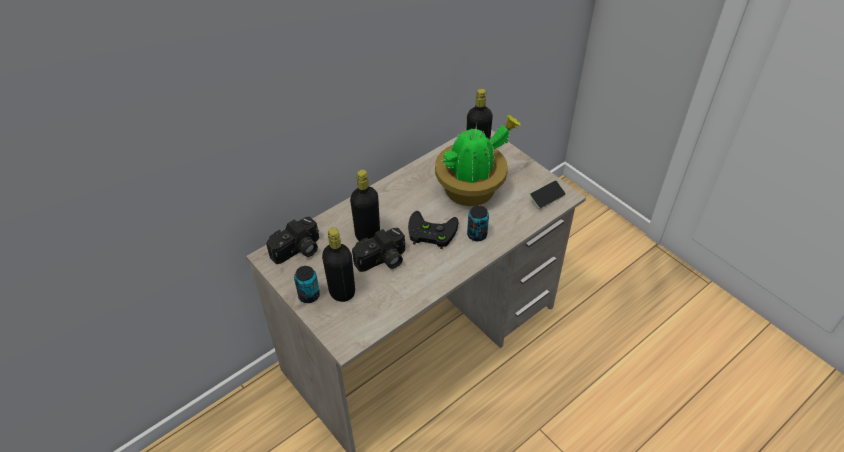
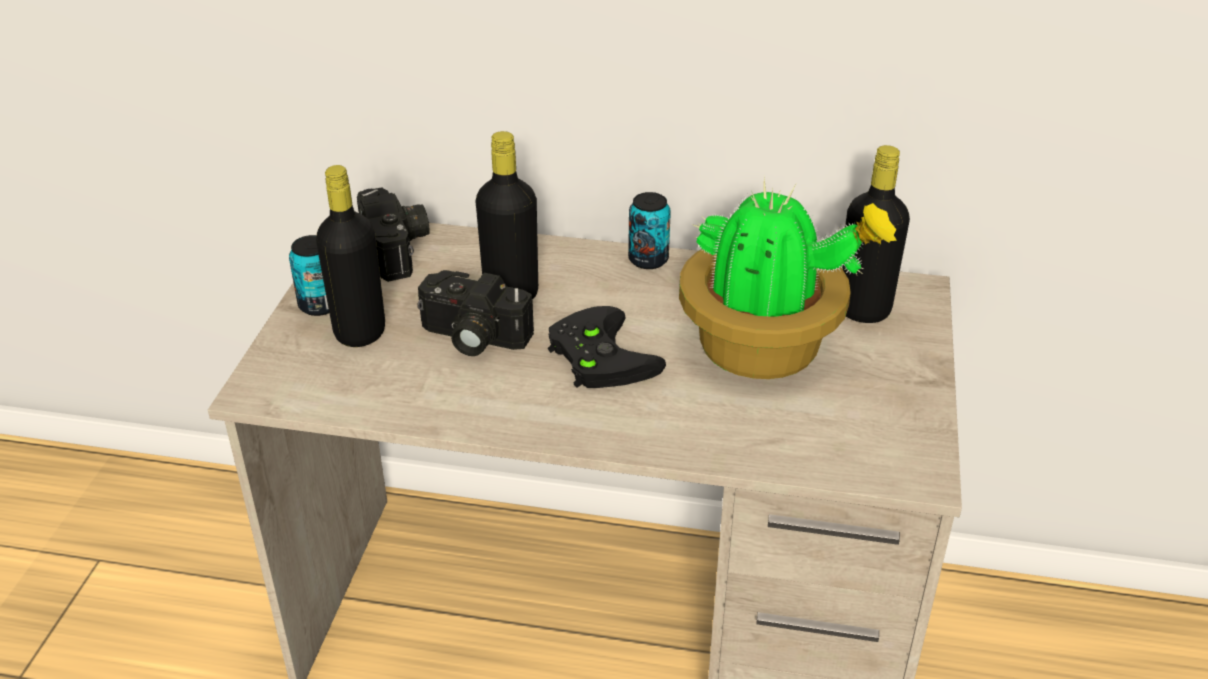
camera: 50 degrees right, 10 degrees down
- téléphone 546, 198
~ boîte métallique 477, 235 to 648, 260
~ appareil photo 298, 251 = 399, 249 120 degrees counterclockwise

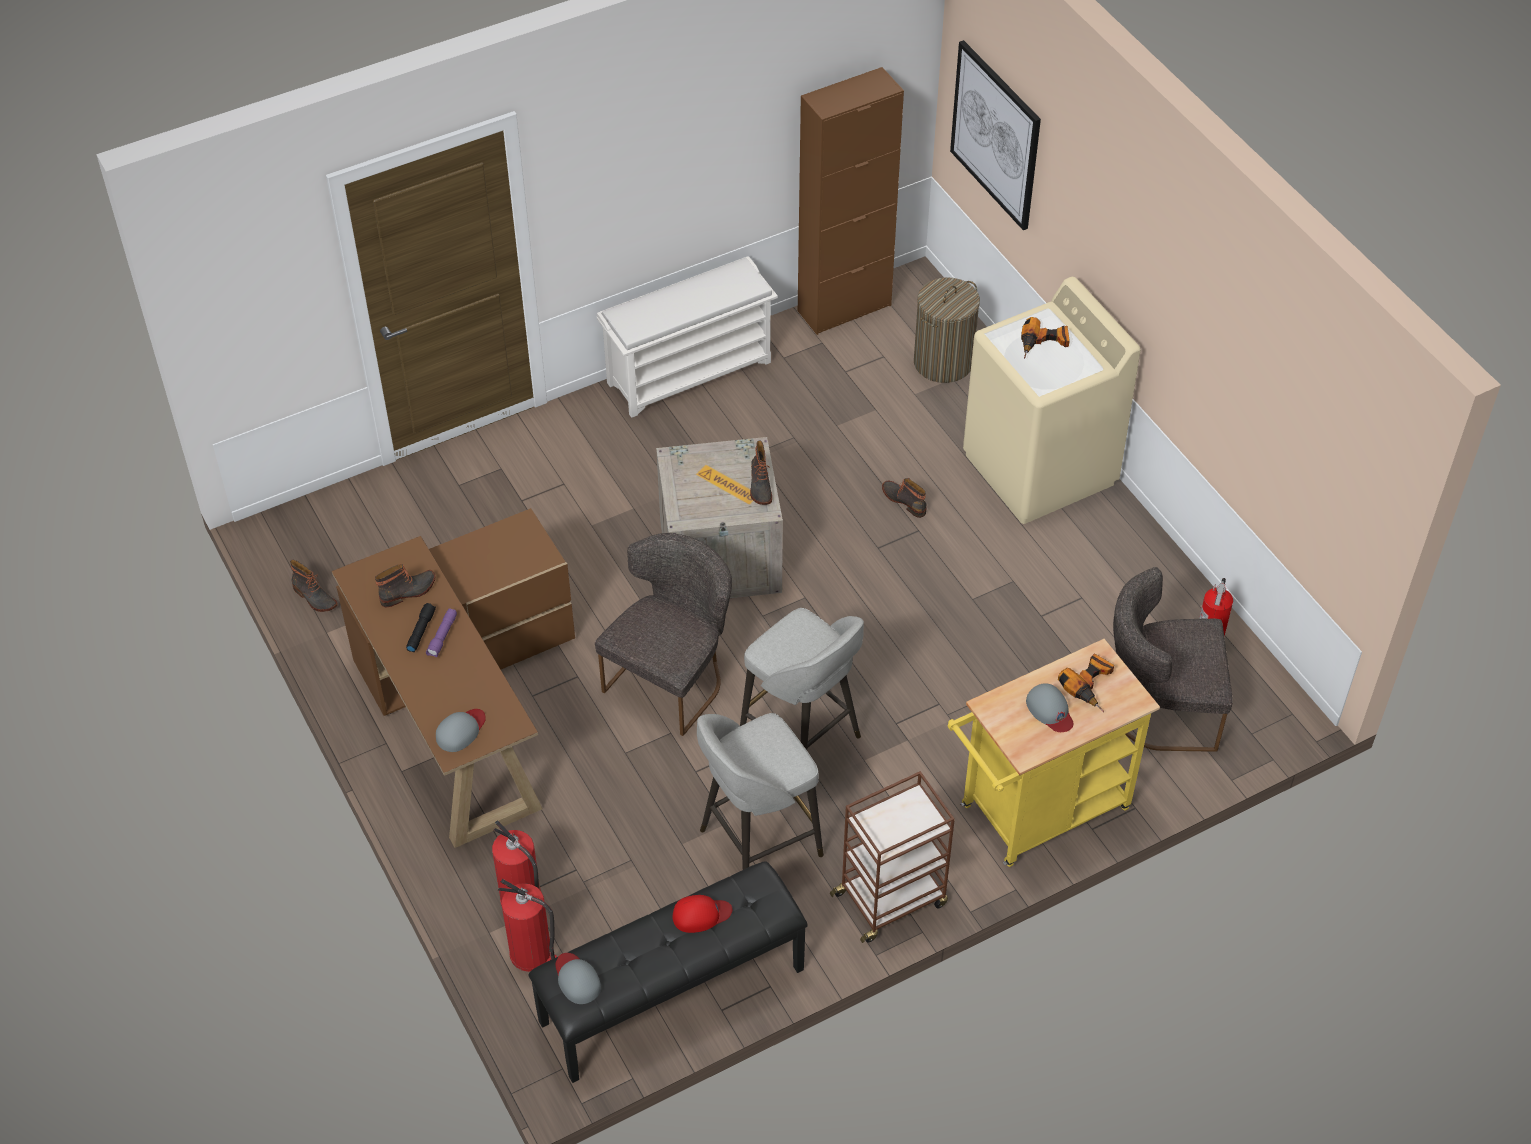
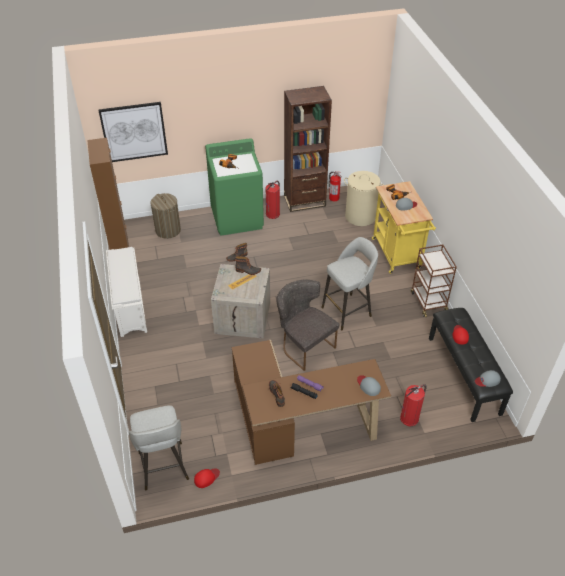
camera: 75 degrees left, 5 degrees down
~ lave-linge [beige] 1040, 469 to lave-linge [vert] 237, 218
~ botte 314, 598 to casquette [rouge] 206, 478
~ chaise [gris] 1158, 710 to panier à linge [beige] 360, 216
~ tabouret [gris] 757, 844 to 163, 467
~ extincteur 532, 954 to 273, 214
+ bibliothèque [marron] 304, 201

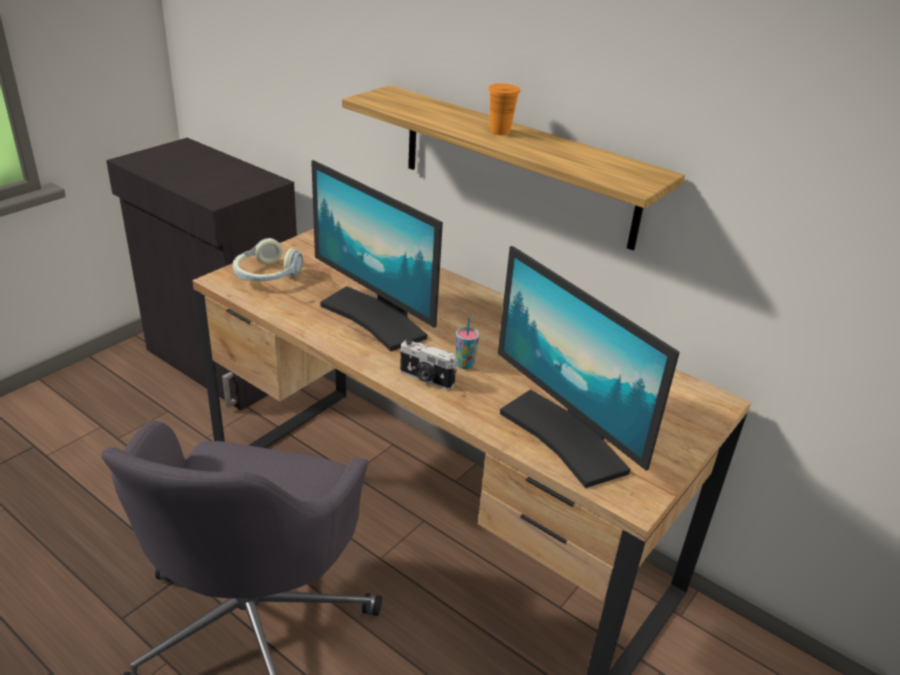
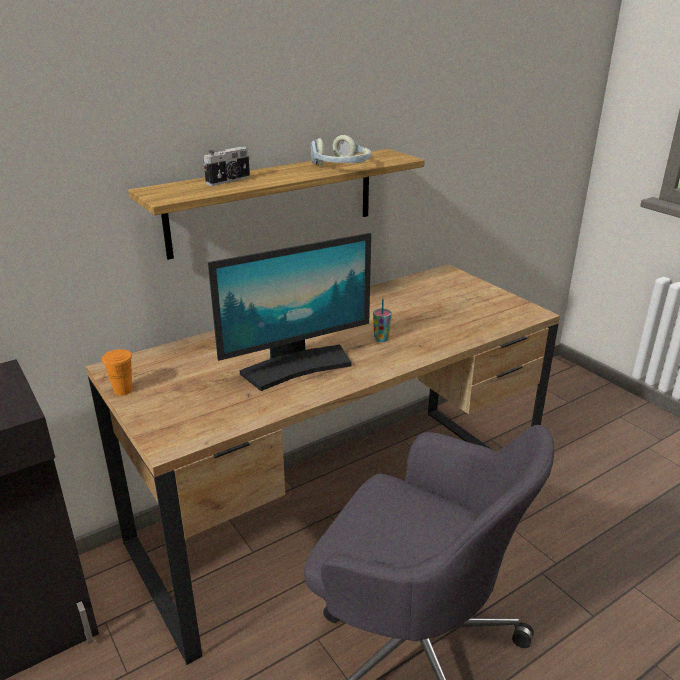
camera: 70 degrees left, 5 degrees down
~ tasse [orange] 500, 131 to 123, 390
~ casque audio 266, 276 to 341, 166
- écran d'ordinateur 564, 437
~ appareil photo 426, 379 to 229, 181

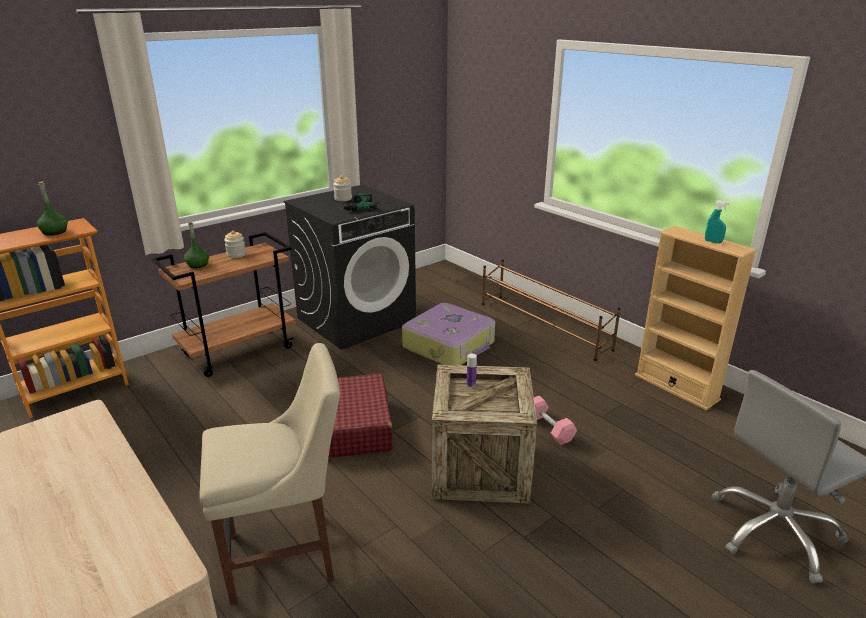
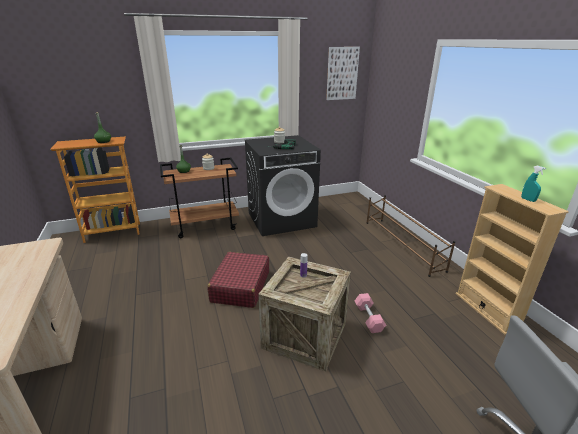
camera: 20 degrees right, 0 degrees up
- valise 450, 345
- chaise [beige] 287, 555
+ tableau 342, 73

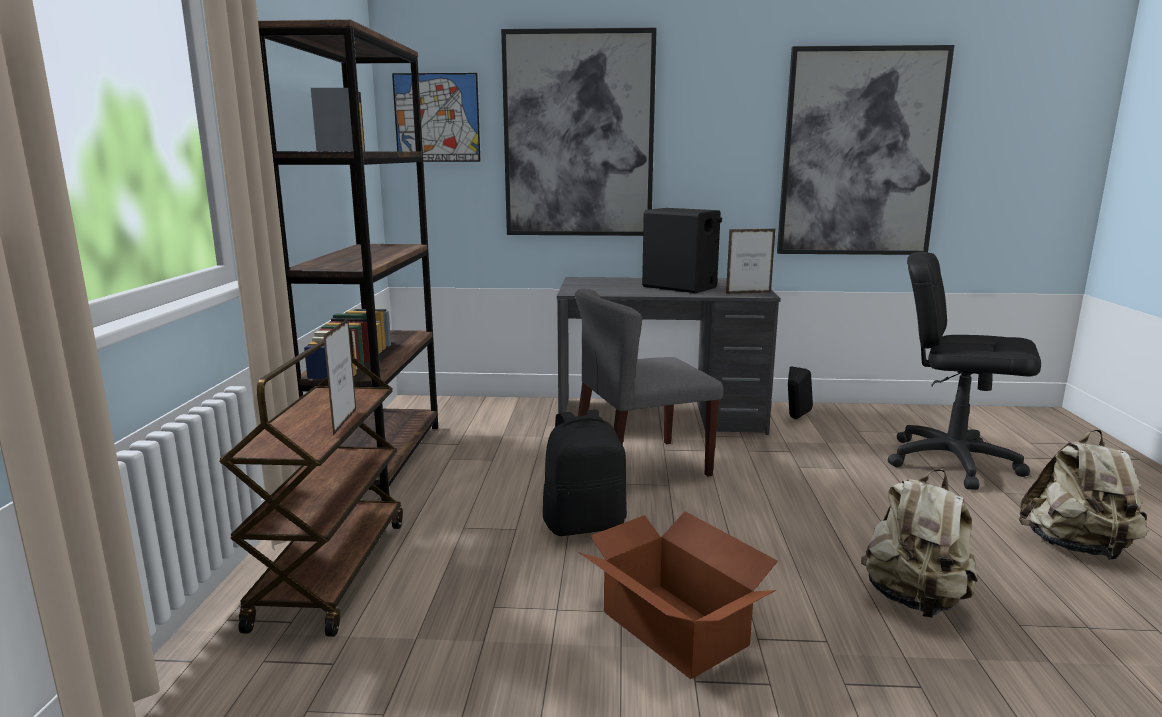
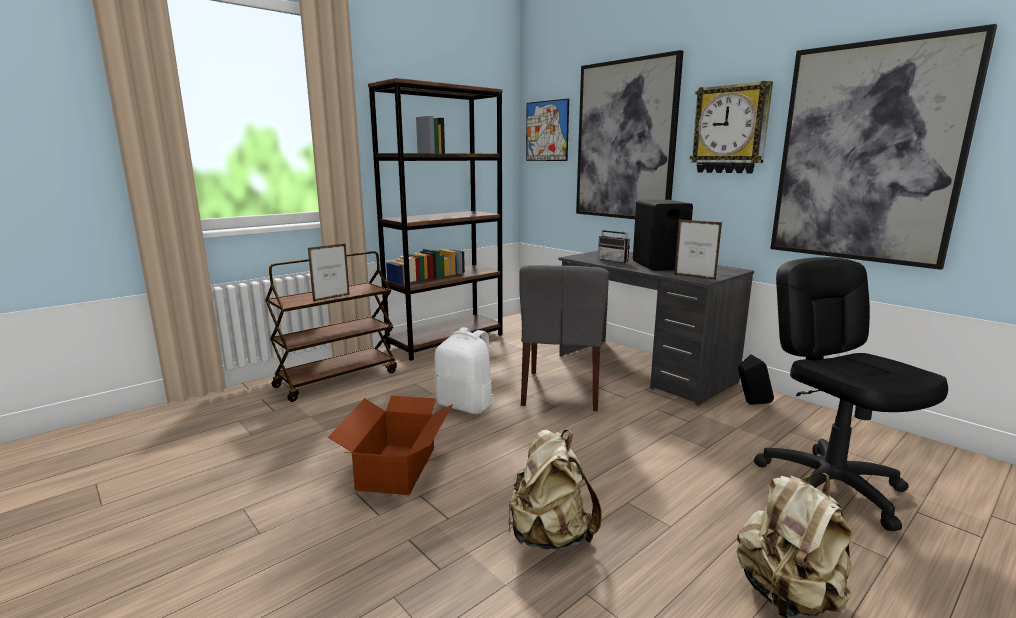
camera: 45 degrees right, 0 degrees up
~ chaise [gris] 640, 466 = 562, 390 105 degrees counterclockwise
~ sac à dos [noir] 585, 524 to sac à dos [blanc] 466, 405
+ horloge murale 730, 129
+ radio 615, 260

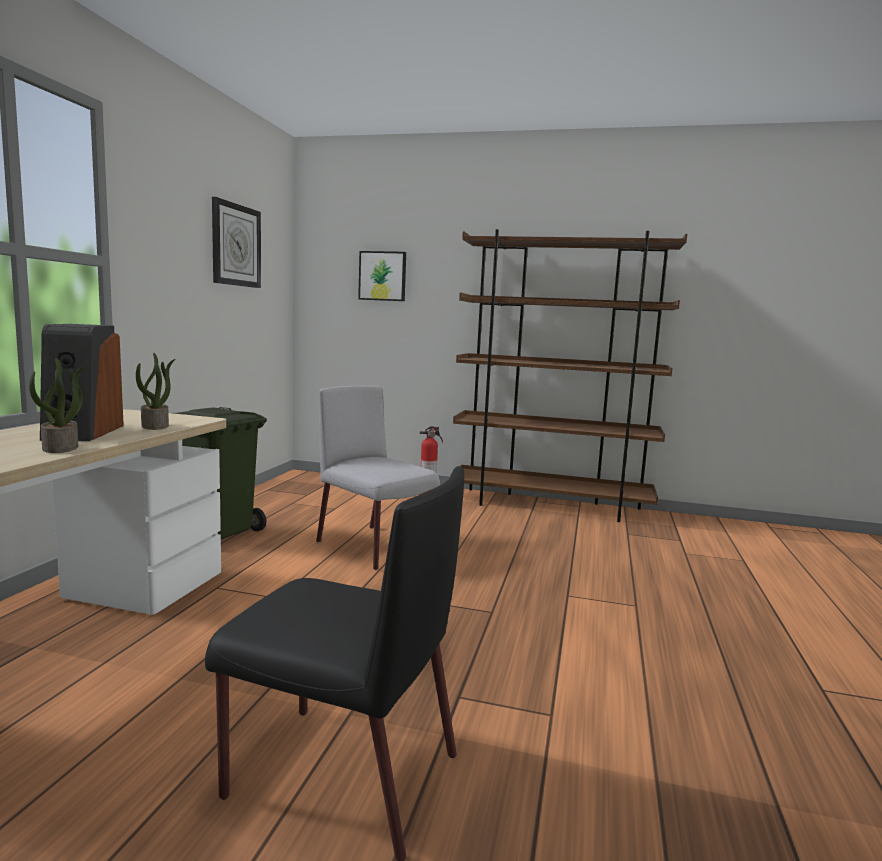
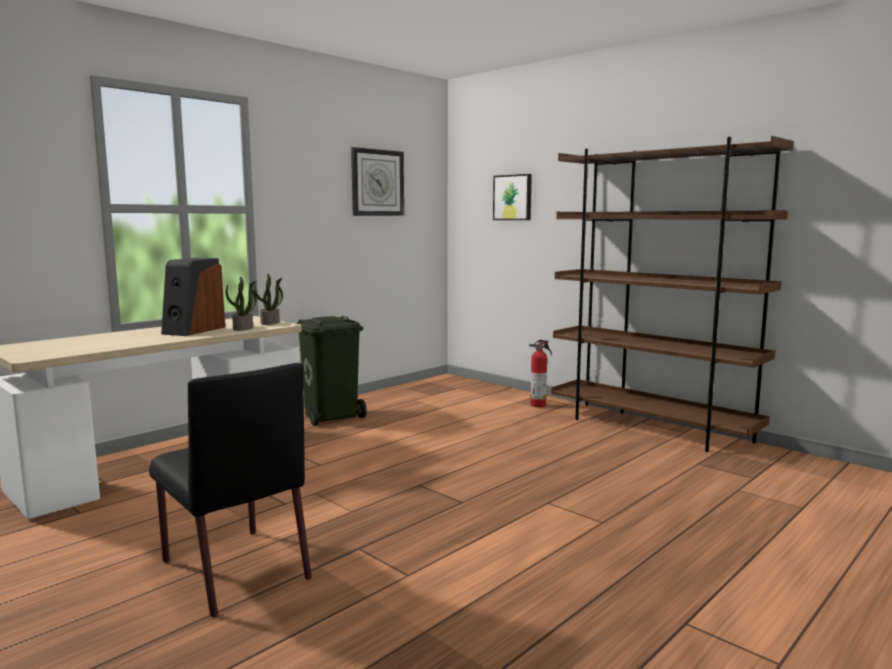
camera: 30 degrees right, 0 degrees up
~ plante en pot 61, 448 to 270, 323
- chaise [gris] 375, 547

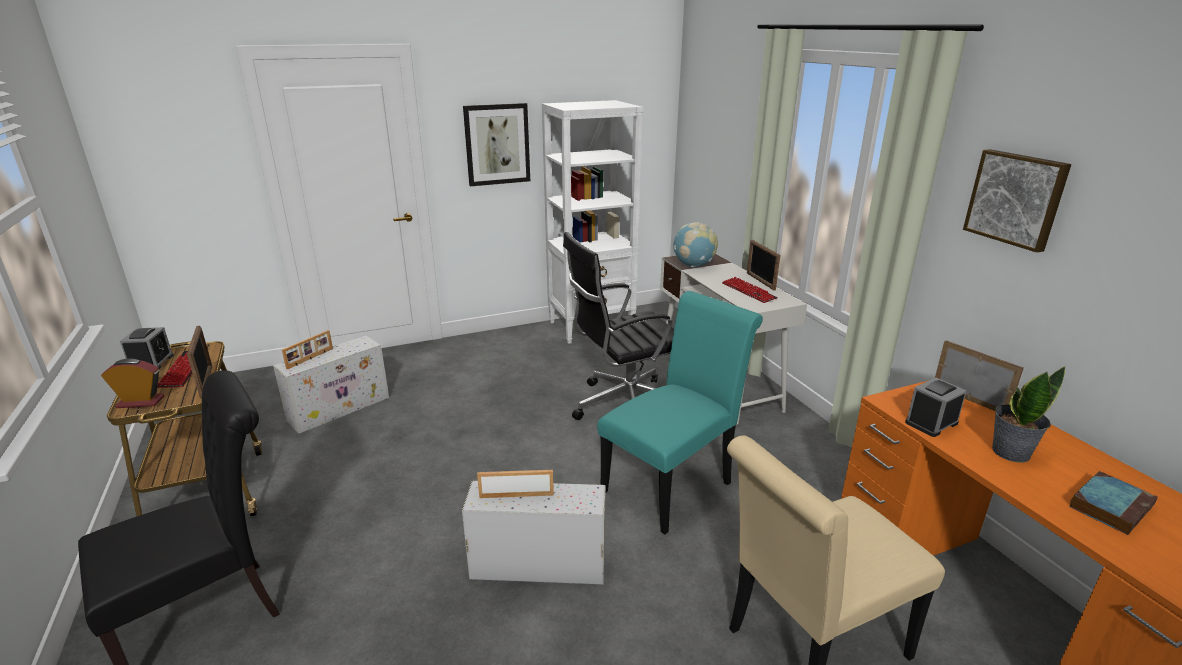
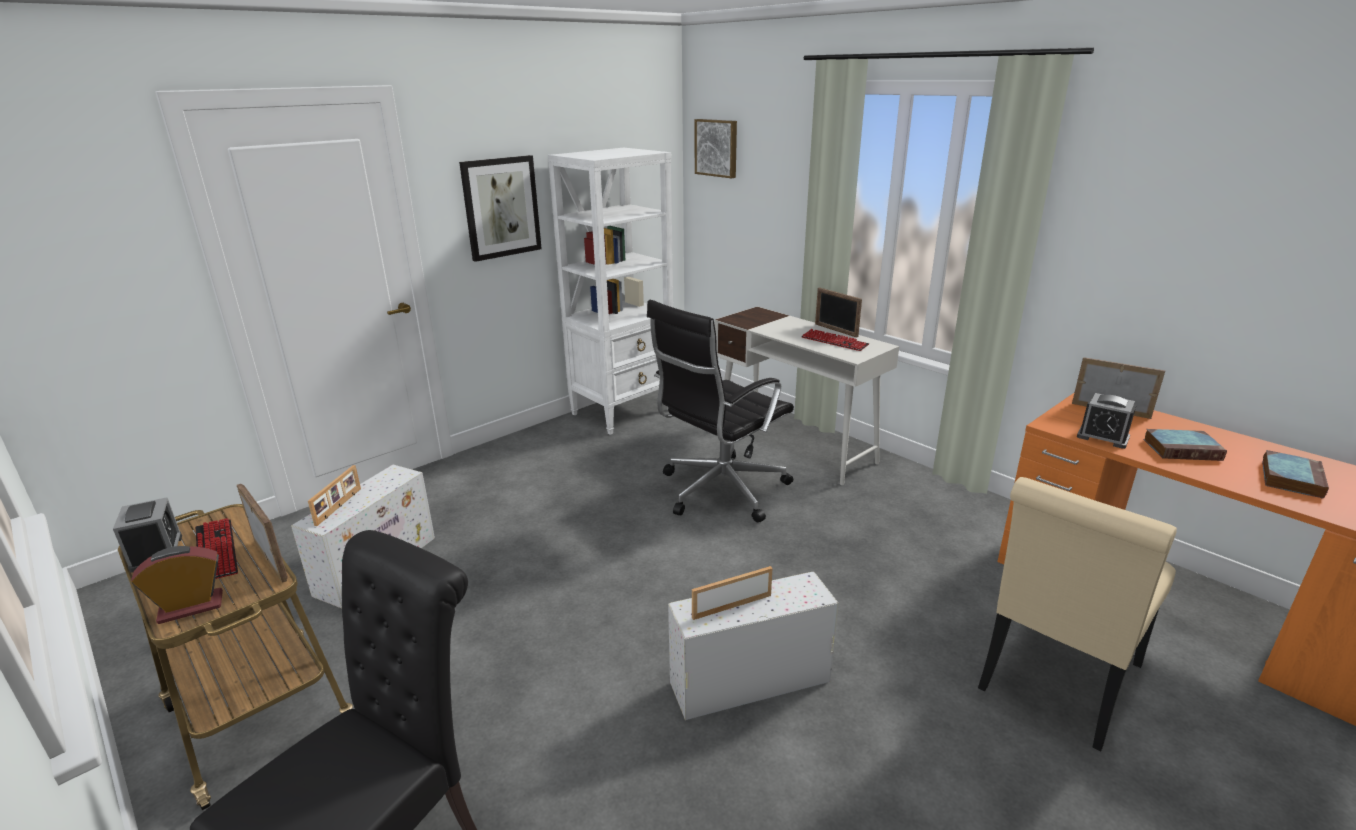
camera: 20 degrees left, 0 degrees up
~ tableau 1016, 199 to 717, 148
- globe 693, 265
- chaise [turquoise] 673, 483
~ plante en pot 1010, 452 to livre 1183, 449
~ réveil 931, 423 = 1102, 437 90 degrees counterclockwise

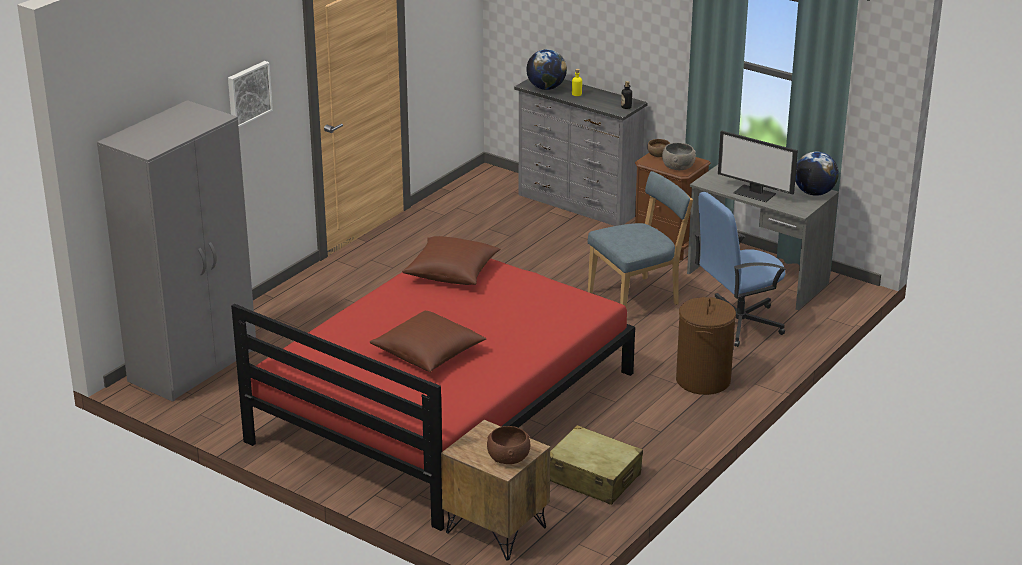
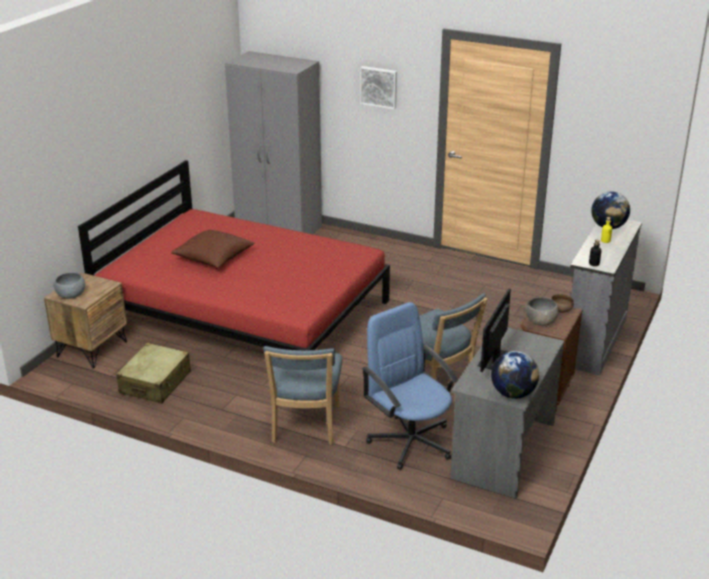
camera: 80 degrees right, 0 degrees up
- coussin [marron] 452, 273
~ panier à linge [marron] 703, 380 to chaise [bleu] 305, 426
~ bol [marron] 508, 458 to bol [gris] 71, 295

